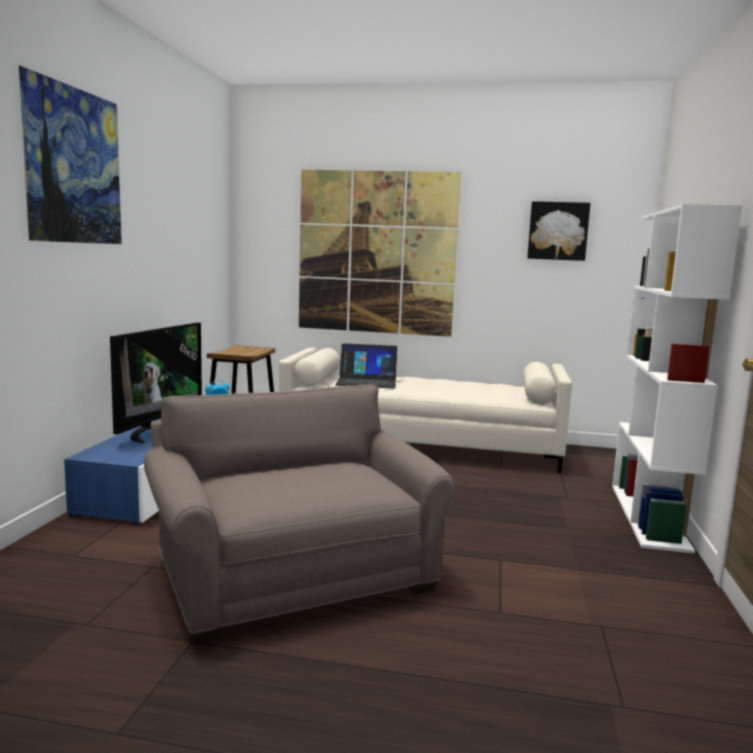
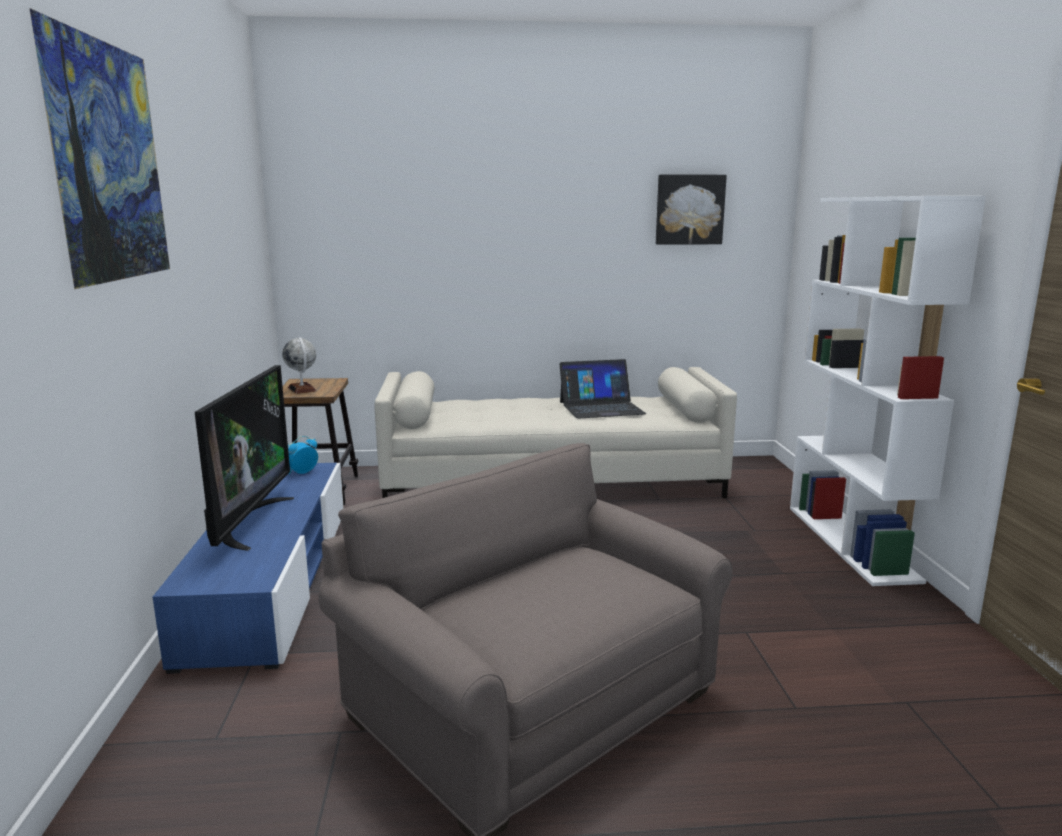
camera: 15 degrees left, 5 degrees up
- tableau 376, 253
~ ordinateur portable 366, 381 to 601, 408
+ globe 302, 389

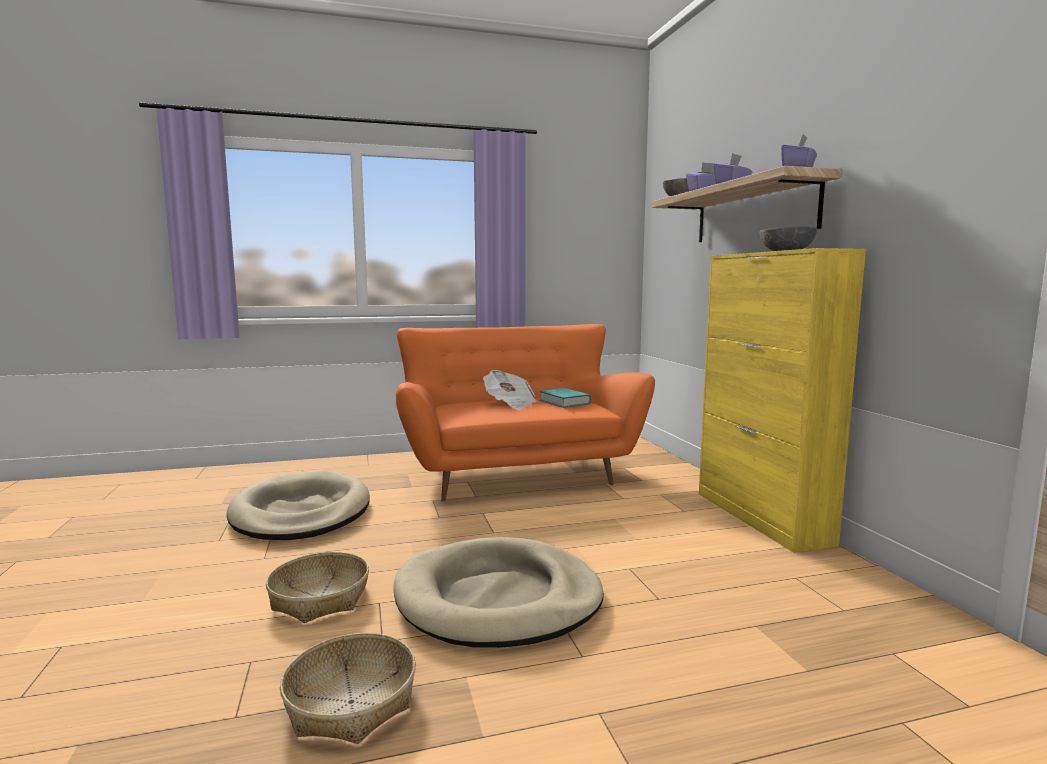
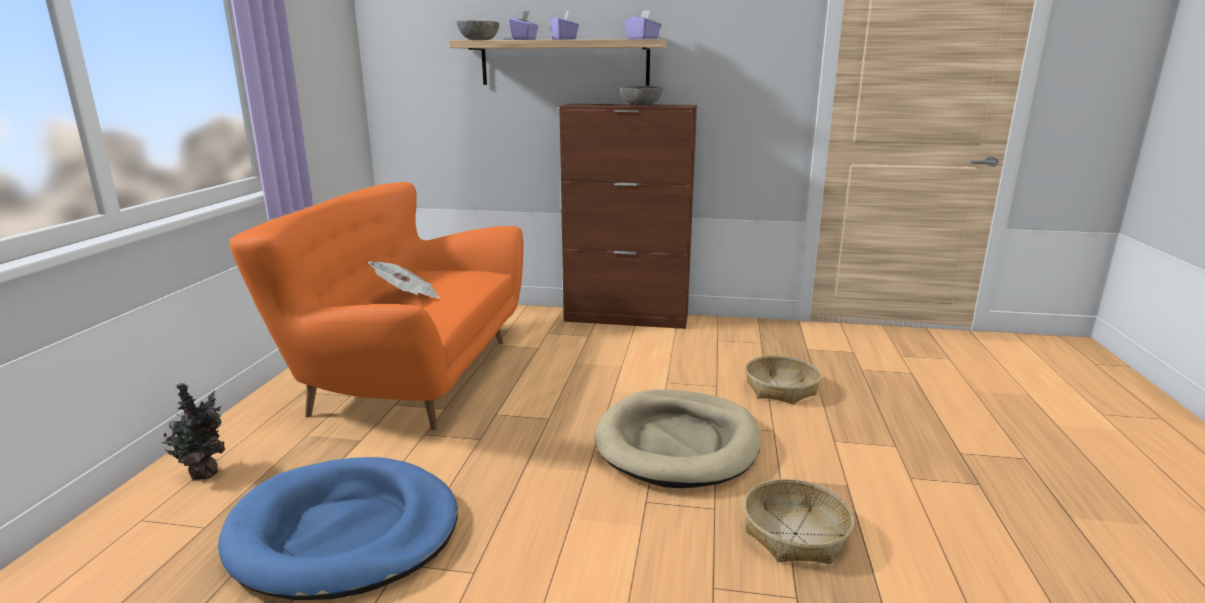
camera: 65 degrees left, 10 degrees up
~ meuble de rangement [jaune] 761, 517 to meuble de rangement [marron] 627, 318
- livre [turquoise] 564, 402
~ panier pour chien [beige] 301, 512 to panier pour chien [bleu] 344, 533
~ panier 320, 598 to 781, 389
+ plante en pot 205, 472

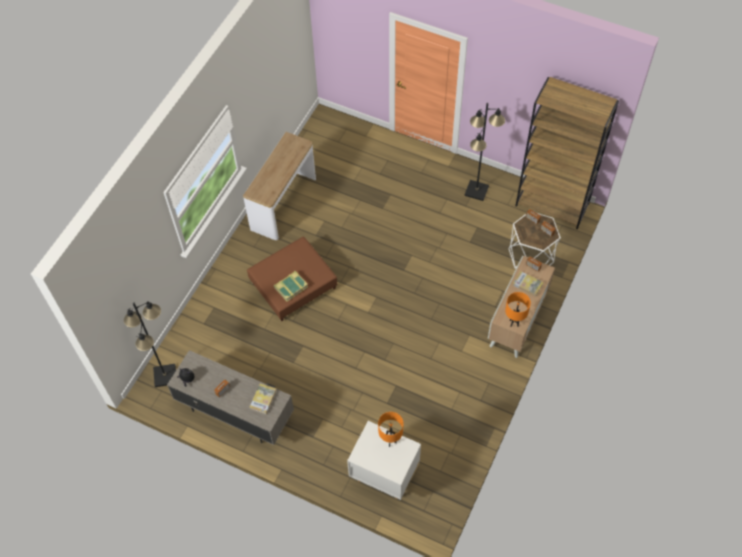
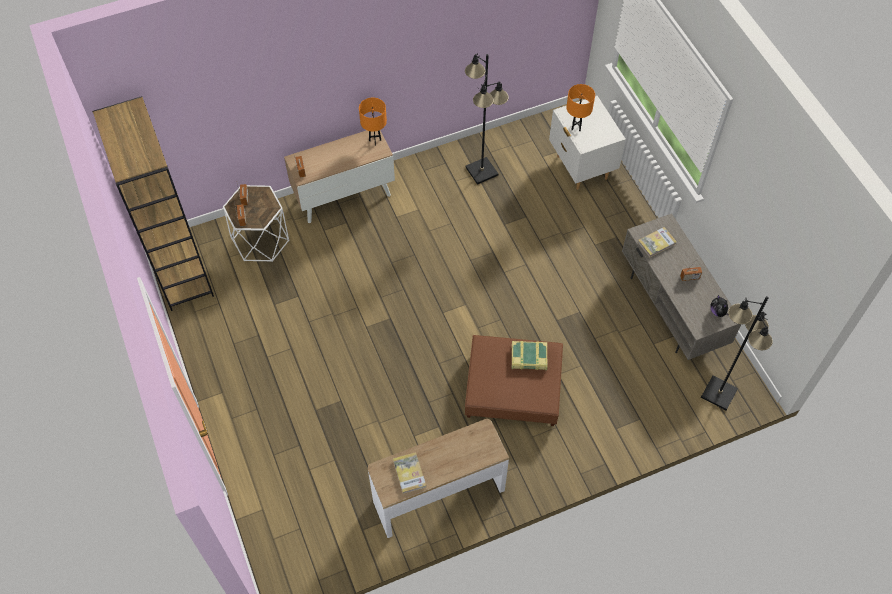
camera: 140 degrees left, 0 degrees up
~ lampadaire [noir] 476, 191 to 482, 171
~ livre 527, 284 to 409, 473

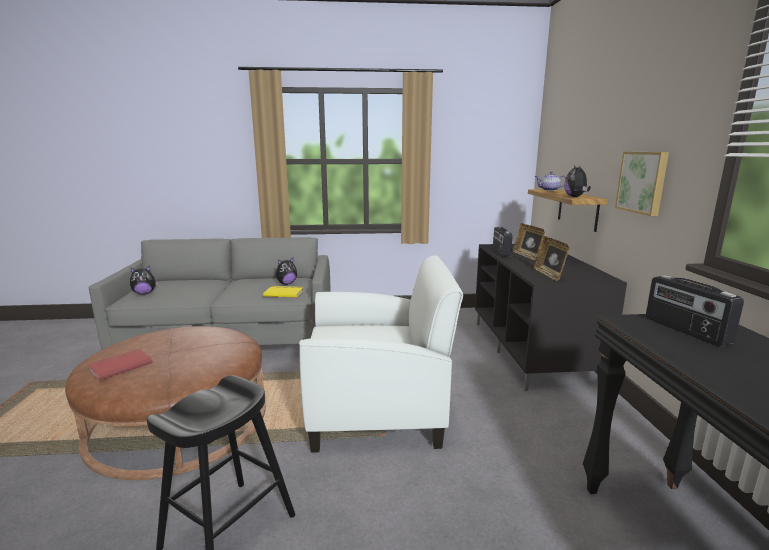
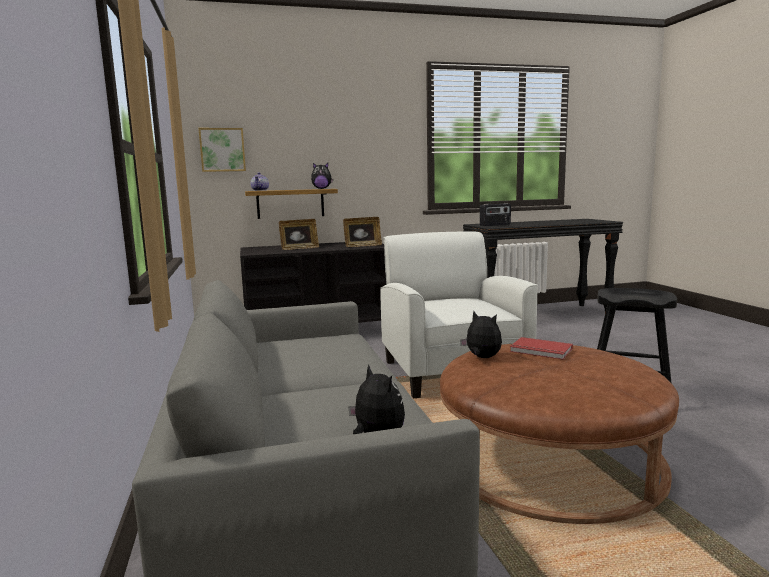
camera: 100 degrees left, 5 degrees down
~ tableau 643, 182 to 222, 150
- radio 500, 252
~ peluche 286, 283 to 482, 358
- livre [jaune] 284, 293
~ livre [rouge] 120, 365 to 540, 351

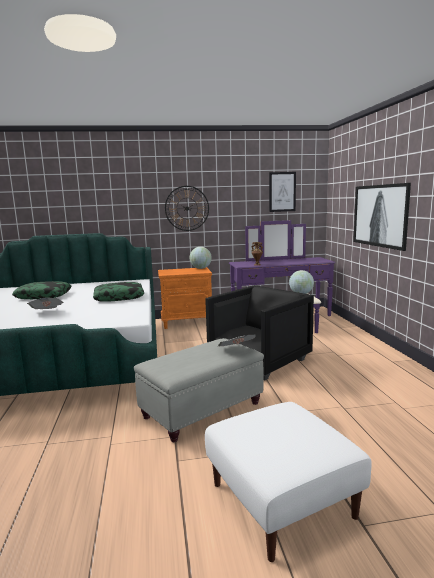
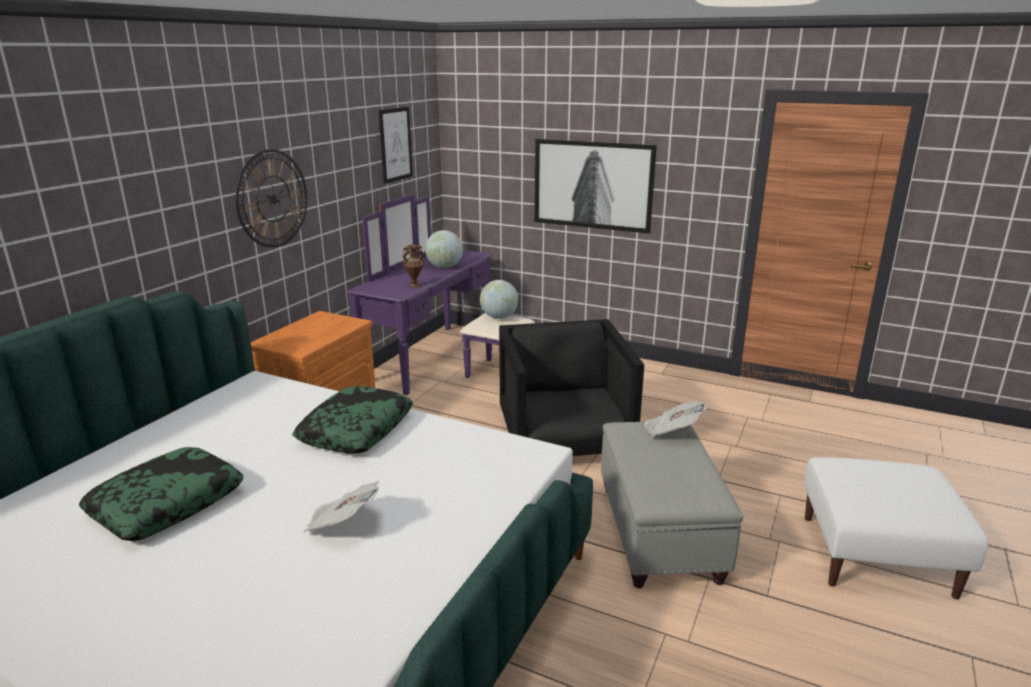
camera: 55 degrees left, 10 degrees up
~ globe 201, 268 to 444, 267

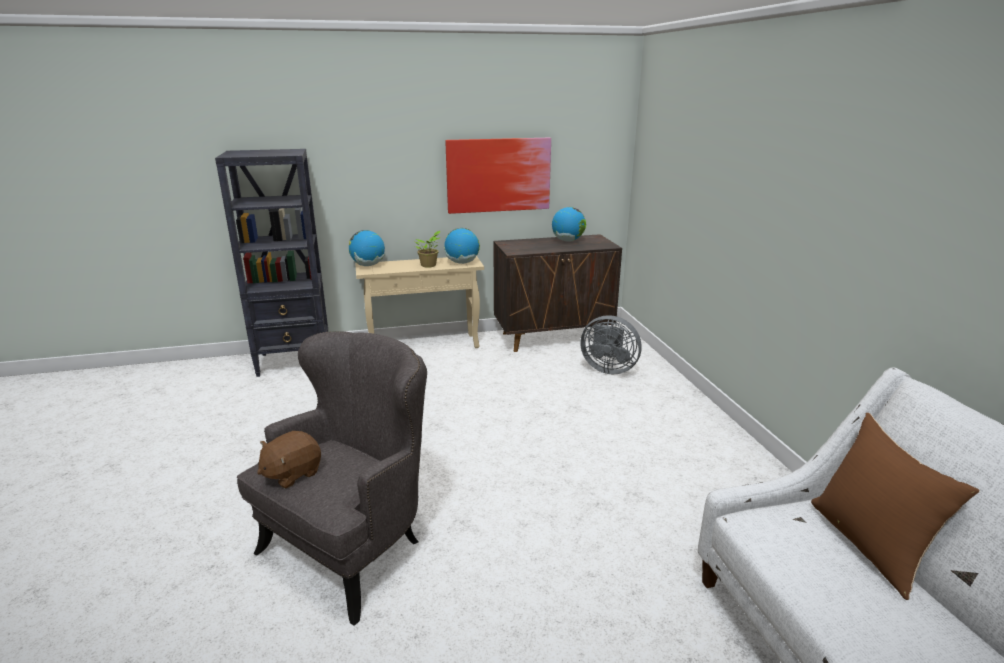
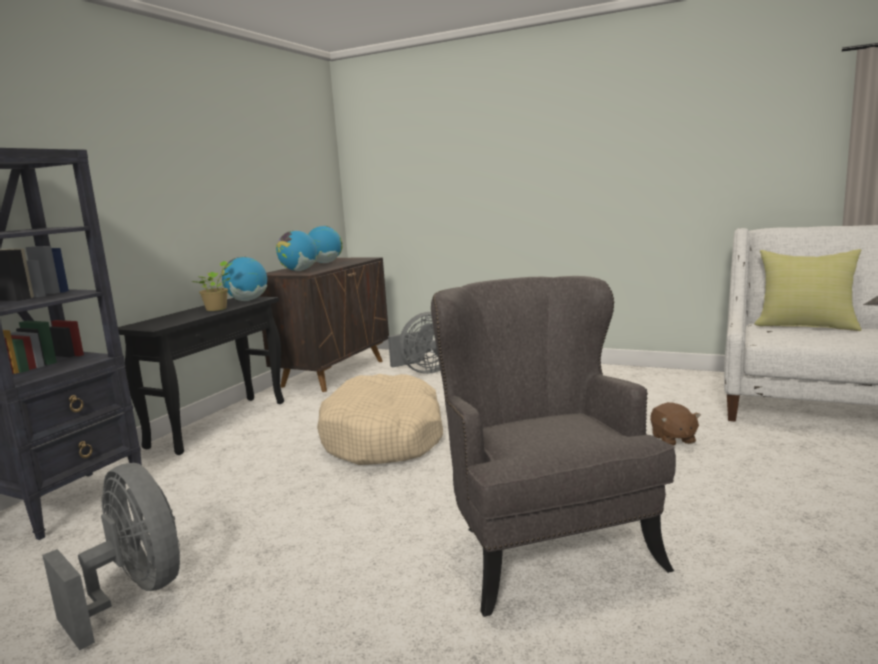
camera: 50 degrees left, 10 degrees down
- tableau 498, 175
~ globe 368, 265 to 299, 271
~ table console [beige] 424, 346 to table console [noir] 219, 423
~ coussin [marron] 870, 544 to coussin [jaune] 805, 326
~ peluche [marron] 292, 473 to 673, 439
+ panier pour chien [beige] 384, 438
+ ventilateur [gris] 135, 593

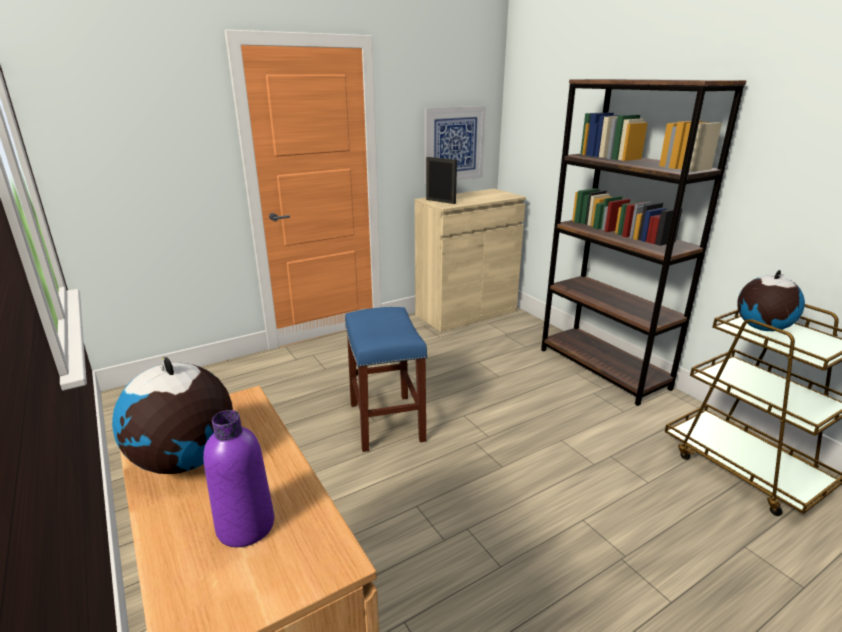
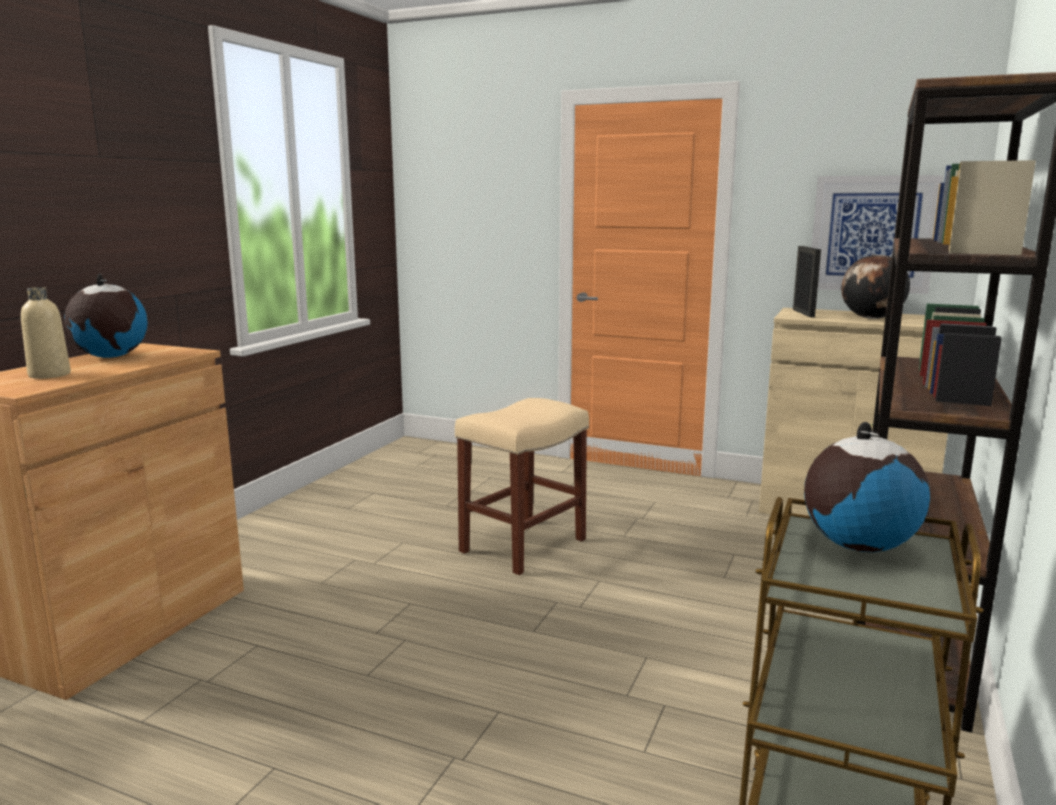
camera: 55 degrees right, 10 degrees down
~ tabouret [bleu] 387, 422 to tabouret [beige] 522, 546
~ bouteille [violet] 245, 526 to bouteille [beige] 49, 375
+ globe 871, 318

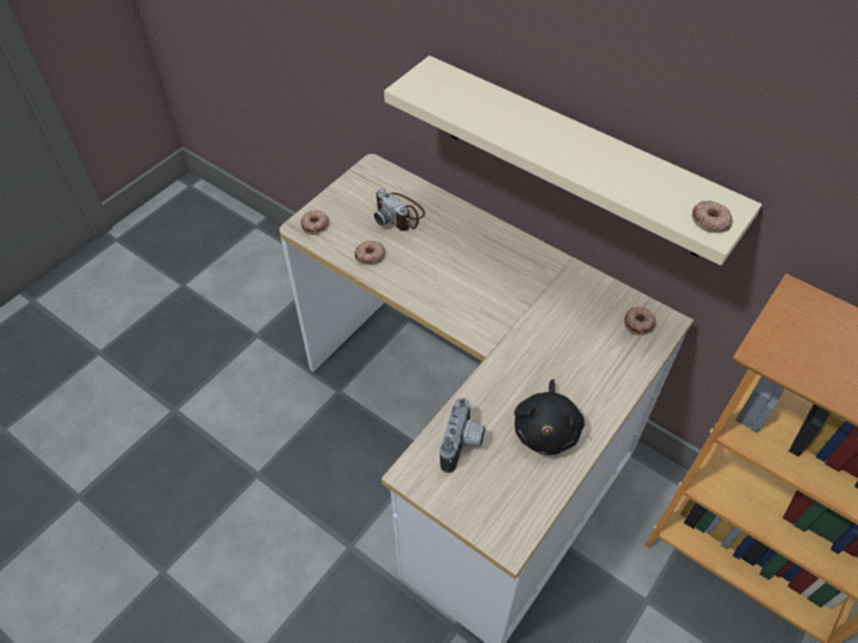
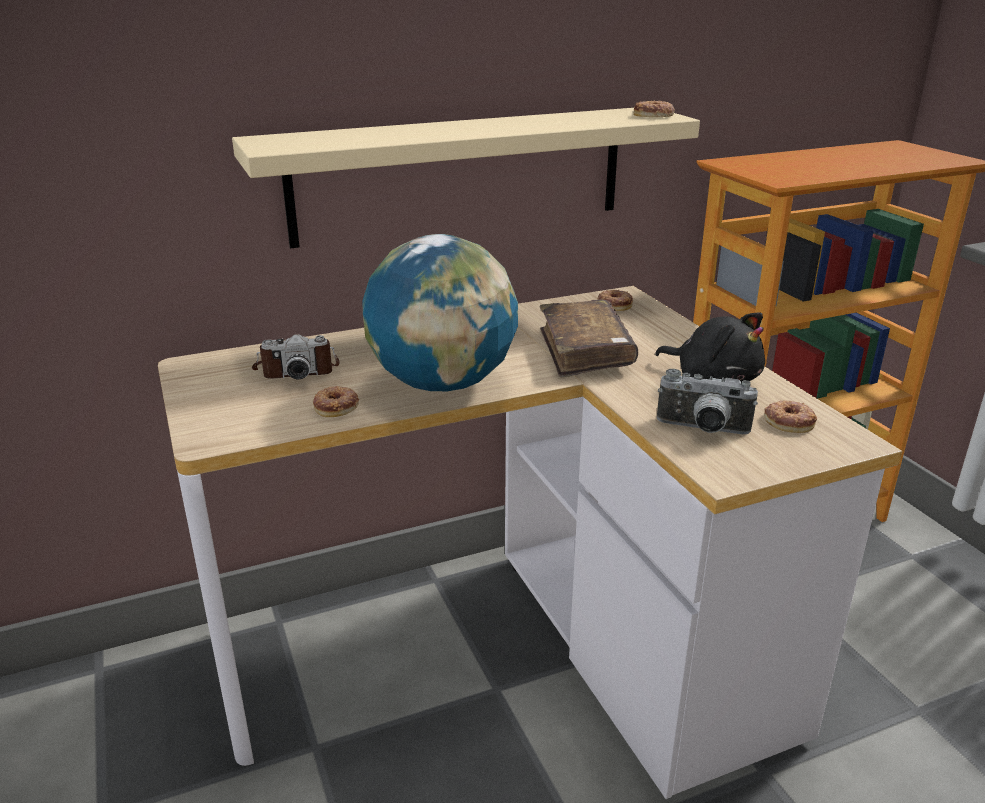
camera: 60 degrees left, 25 degrees down
~ beignet 315, 224 to 789, 421
~ appareil photo 463, 445 = 702, 430 150 degrees clockwise
+ globe 443, 383
+ livre [marron] 585, 351

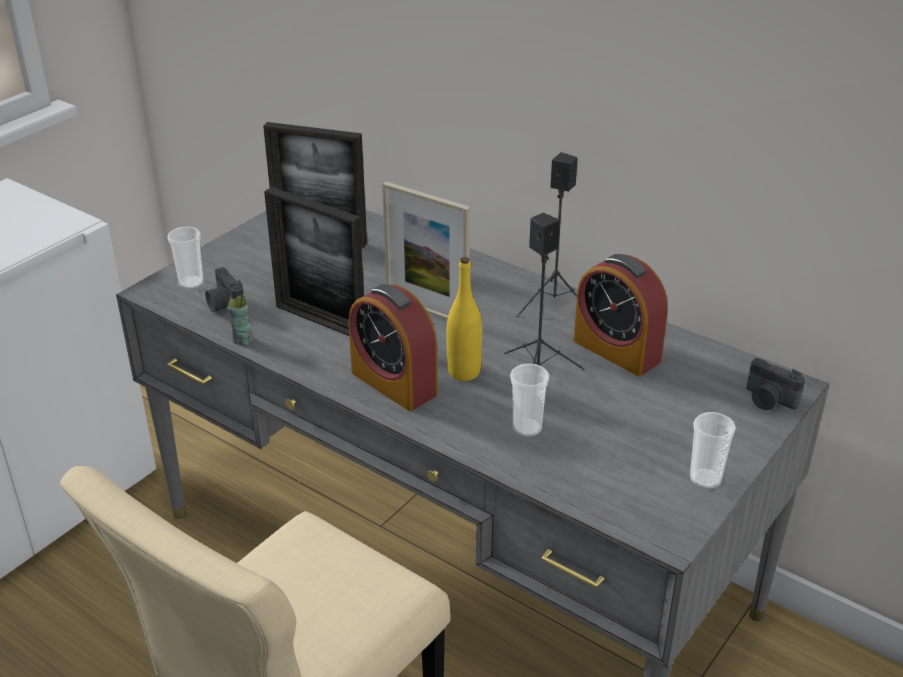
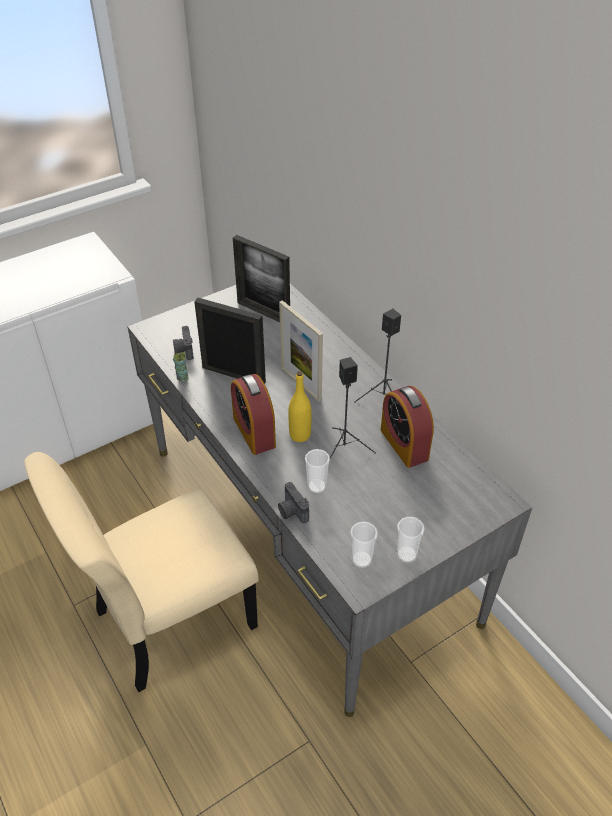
camera: 20 degrees right, 10 degrees up
~ cadre photo 320, 320 = 233, 375 150 degrees clockwise
~ tasse 191, 283 to 361, 559
~ appareil photo 768, 400 to 292, 511

